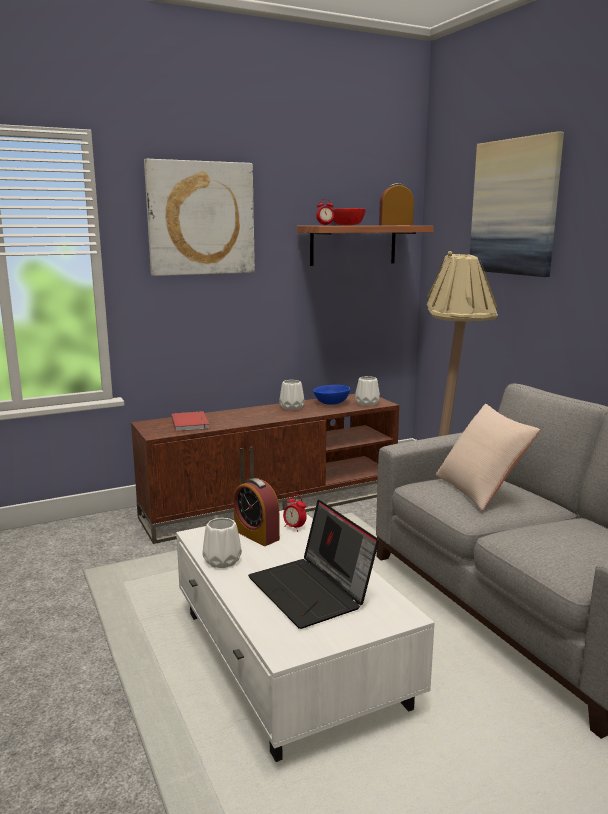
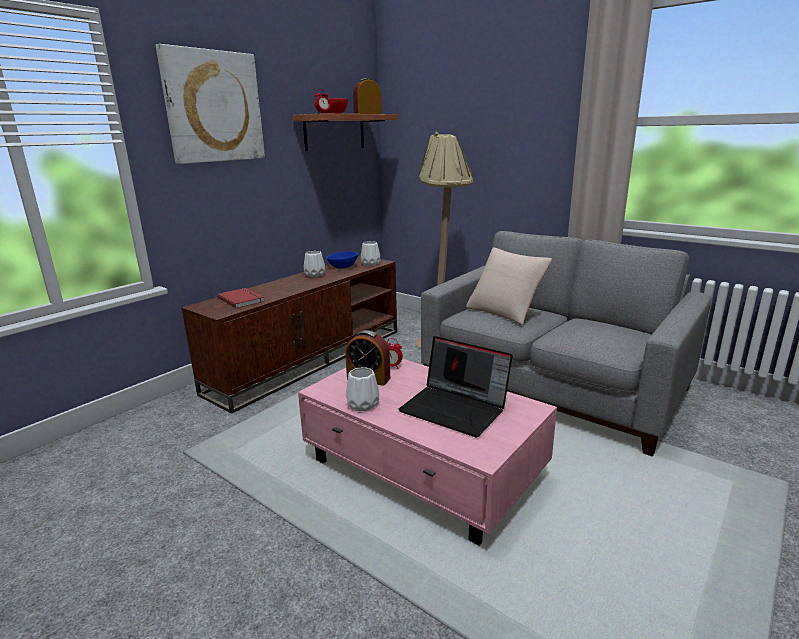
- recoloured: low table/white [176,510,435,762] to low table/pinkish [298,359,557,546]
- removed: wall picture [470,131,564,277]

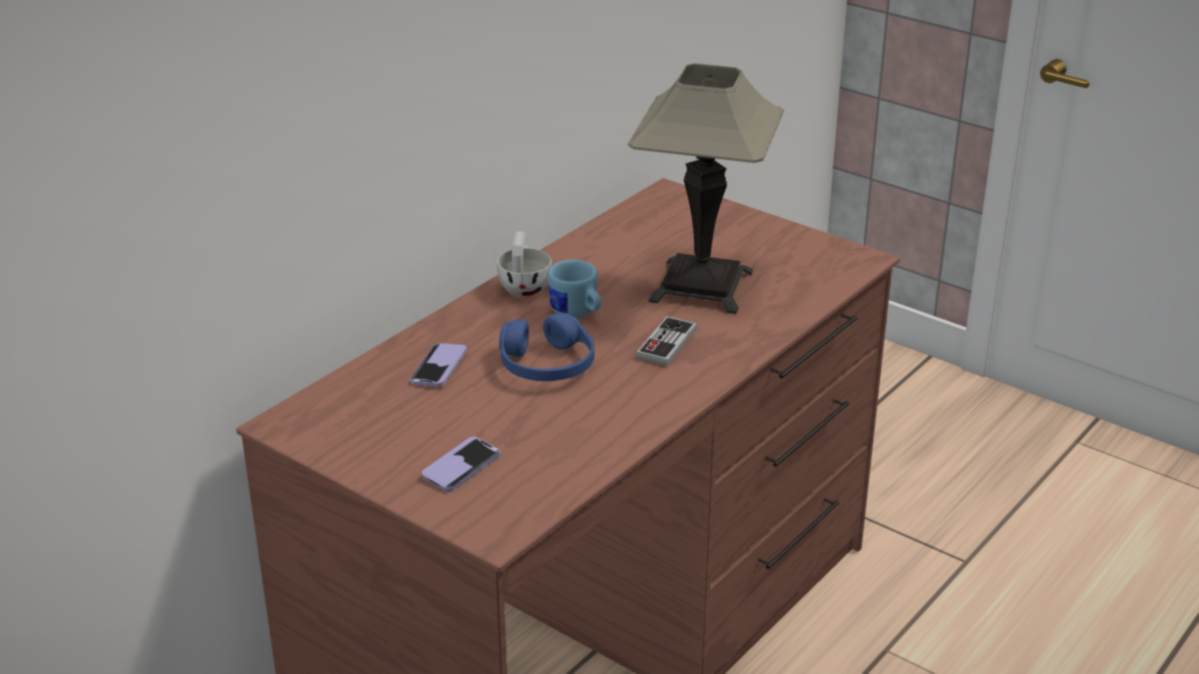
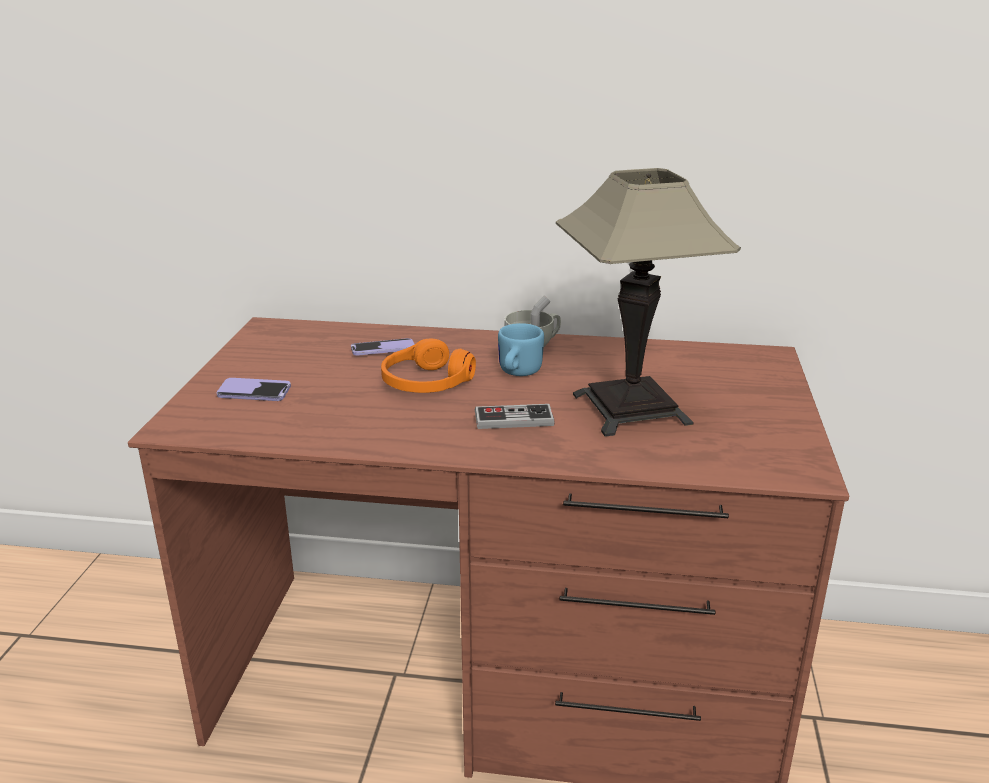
- recoloured: headphones/bluish [499,313,595,381] to headphones/orange [381,338,476,393]

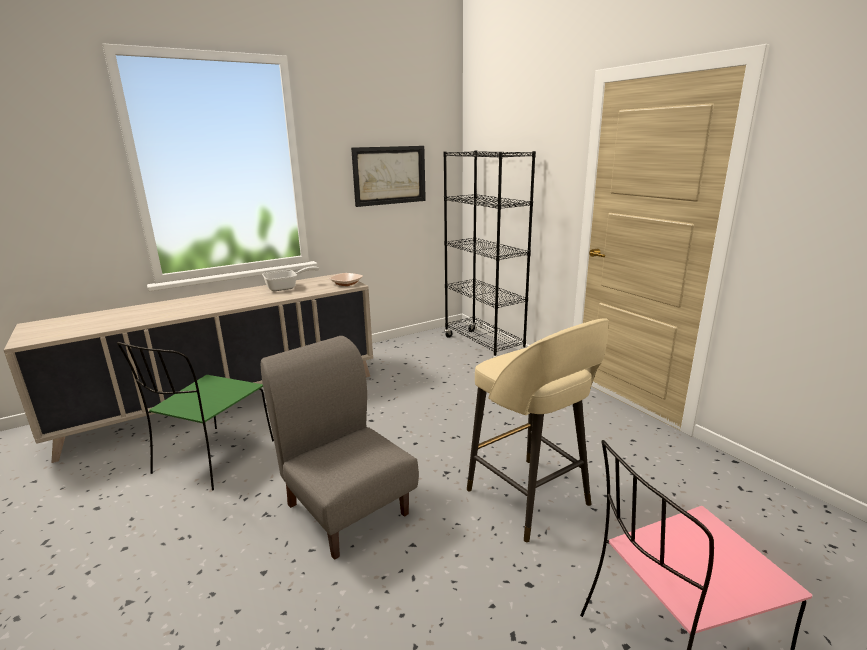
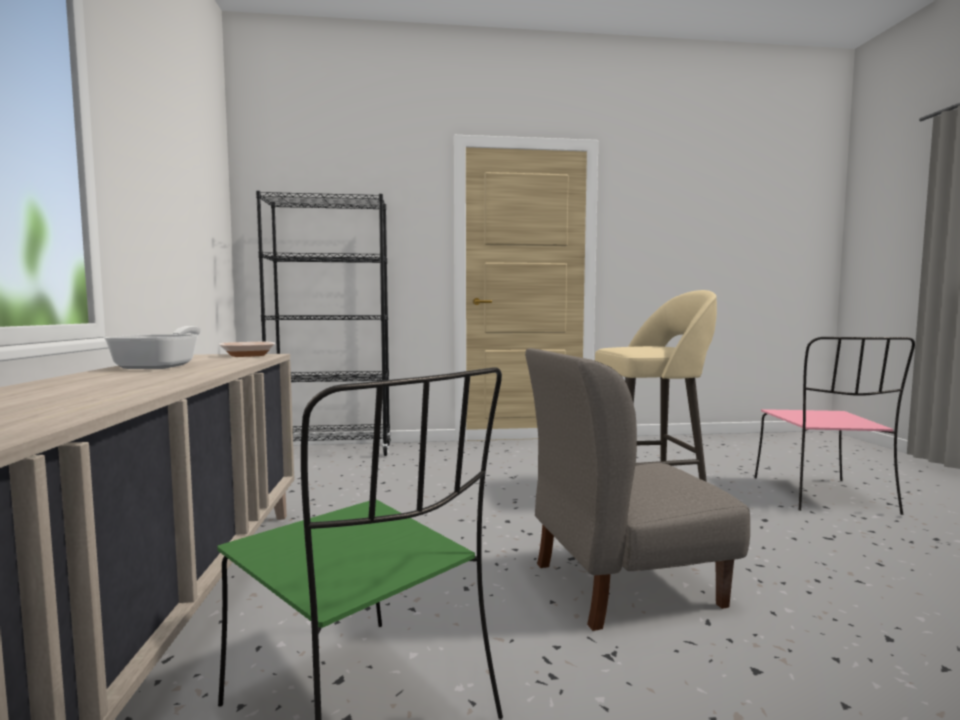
- removed: wall picture [351,146,426,207]

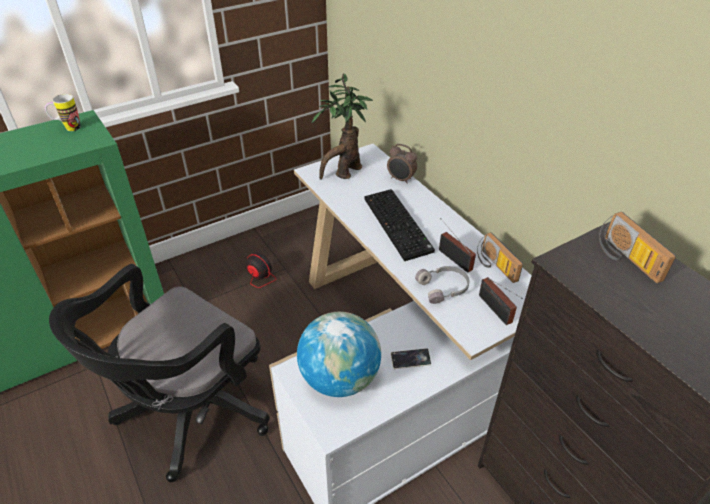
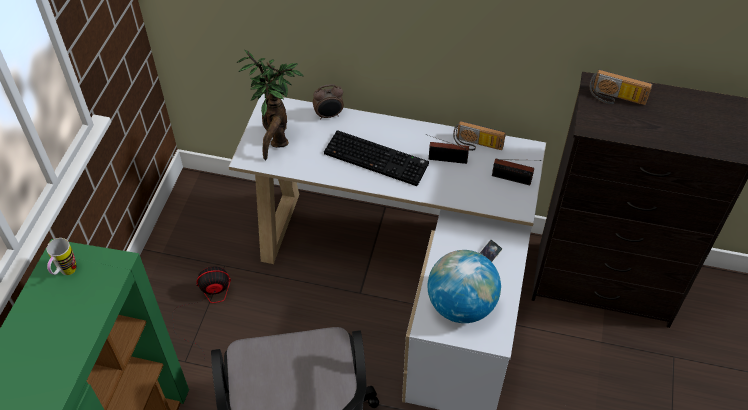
- removed: headphones/gray [415,266,469,304]

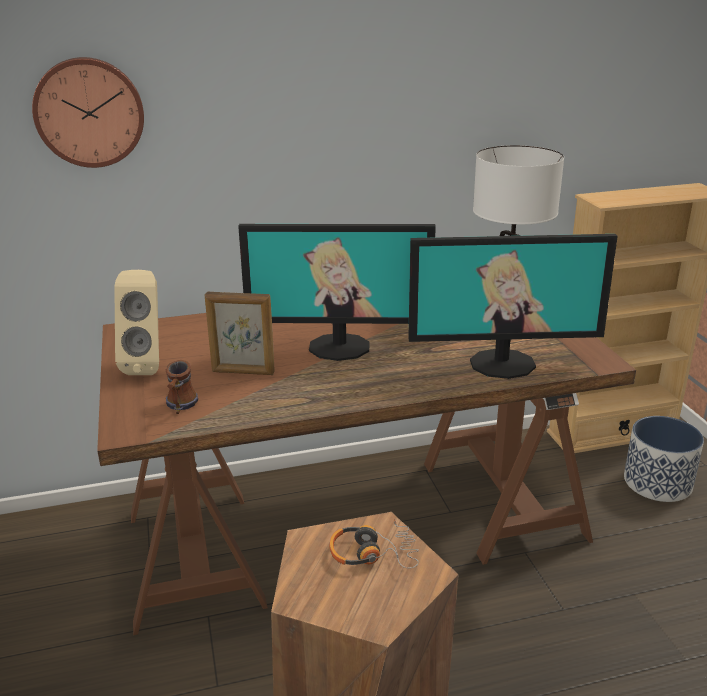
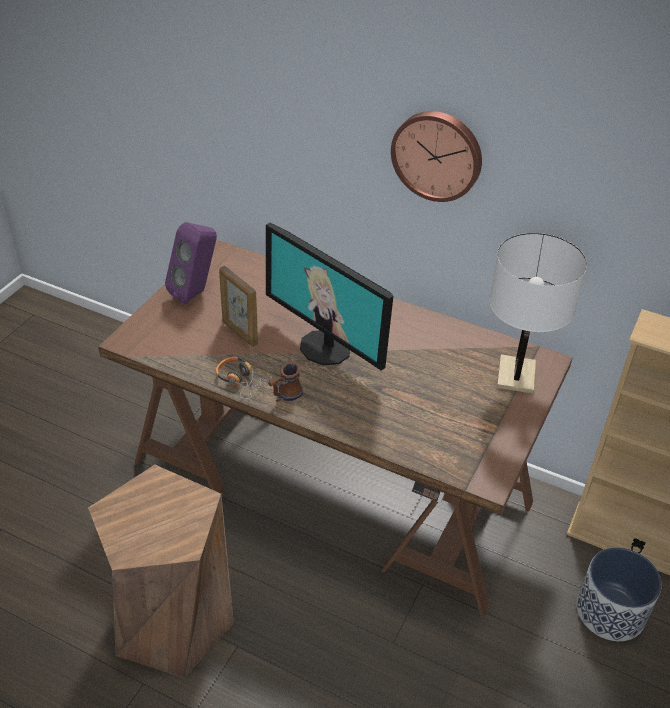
- moved: wall clock [32,57,144,168] to [391,111,482,202]
- recoloured: audio speaker/sand-coloured [114,270,159,375] to audio speaker/purple [165,222,217,304]
- moved: tea mug [165,360,198,414] to [268,362,303,402]
- moved: headphones [329,519,419,569] to [216,357,272,399]
- removed: computer display [408,234,618,379]

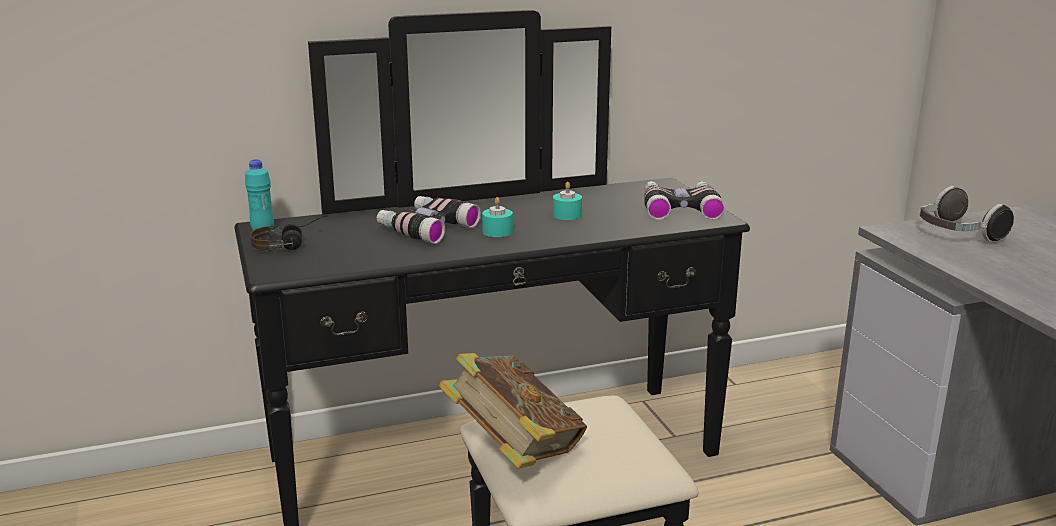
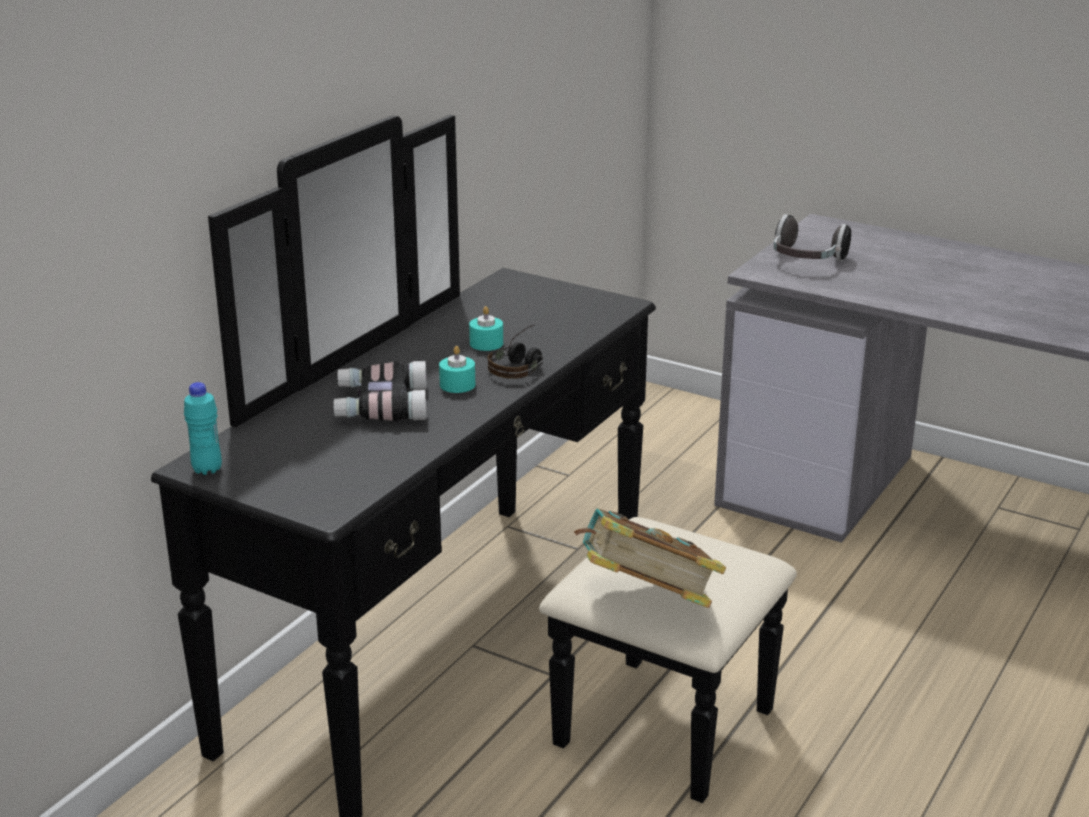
- moved: headphones [250,216,328,251] to [487,325,543,379]
- removed: pair of binoculars [644,181,725,220]

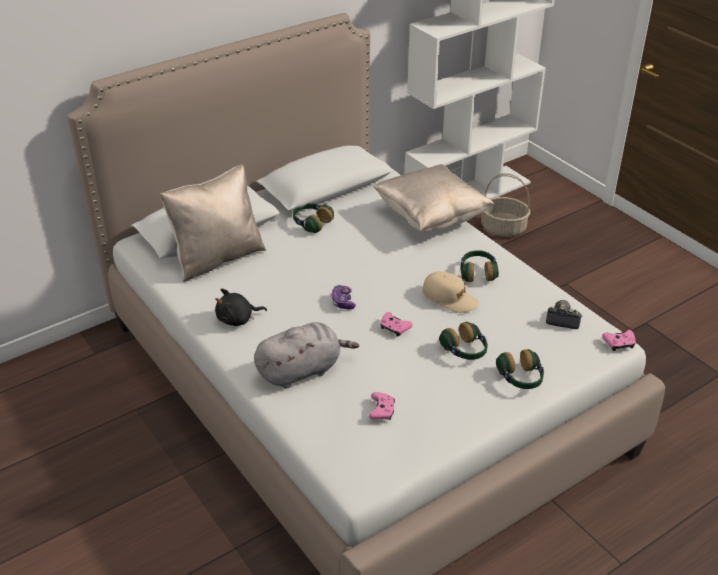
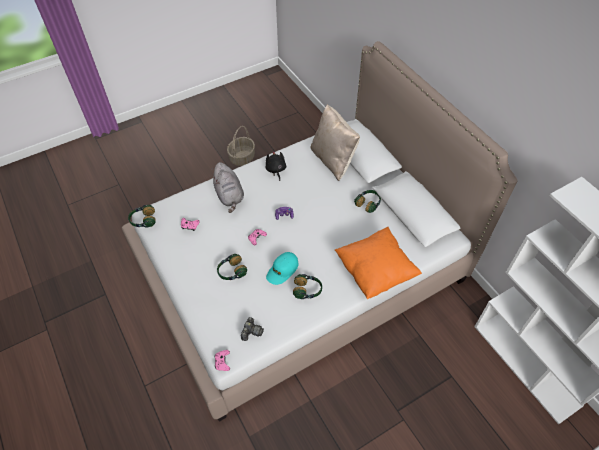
- recoloured: cushion/sand-coloured [374,164,494,233] to cushion/orange [335,227,422,299]
- recoloured: baseball cap/sand-coloured [422,271,479,313] to baseball cap/turquoise-coloured [266,252,299,285]
- moved: storage basket [481,173,530,237] to [227,126,255,166]
- moved: headphones [496,349,544,389] to [128,205,156,228]

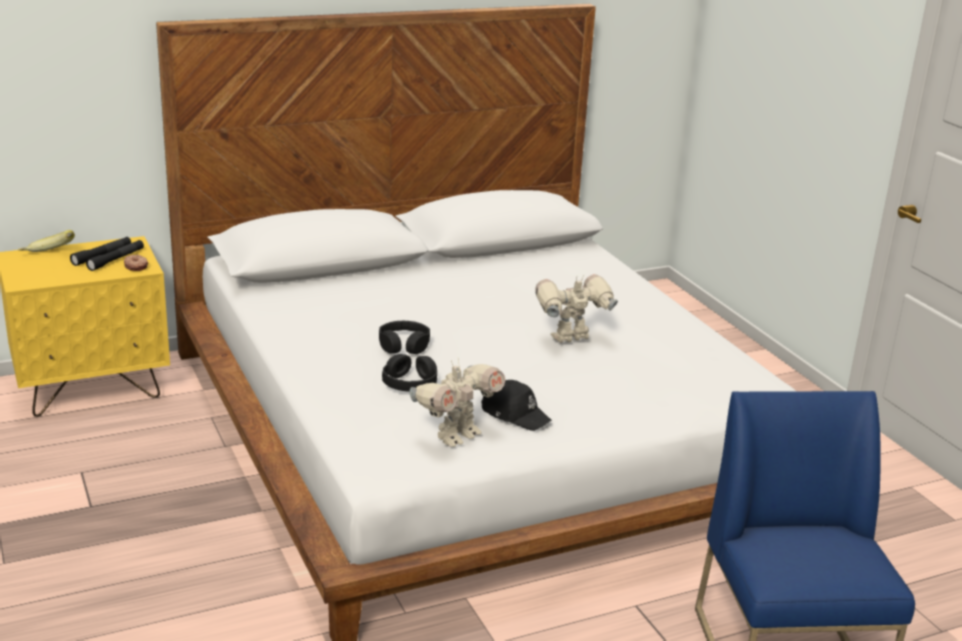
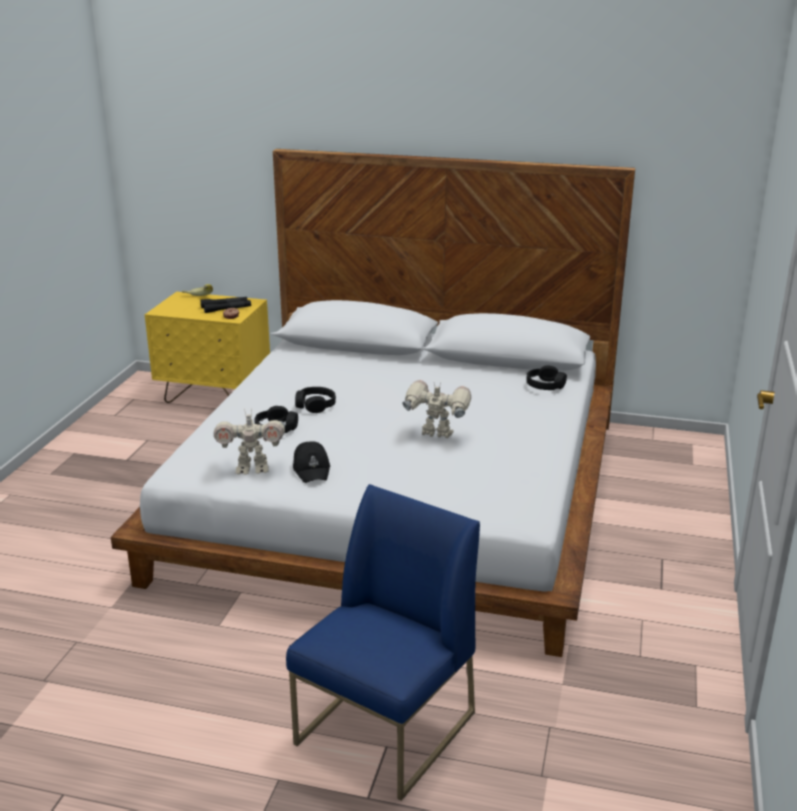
- added: headphones/black [527,365,567,390]

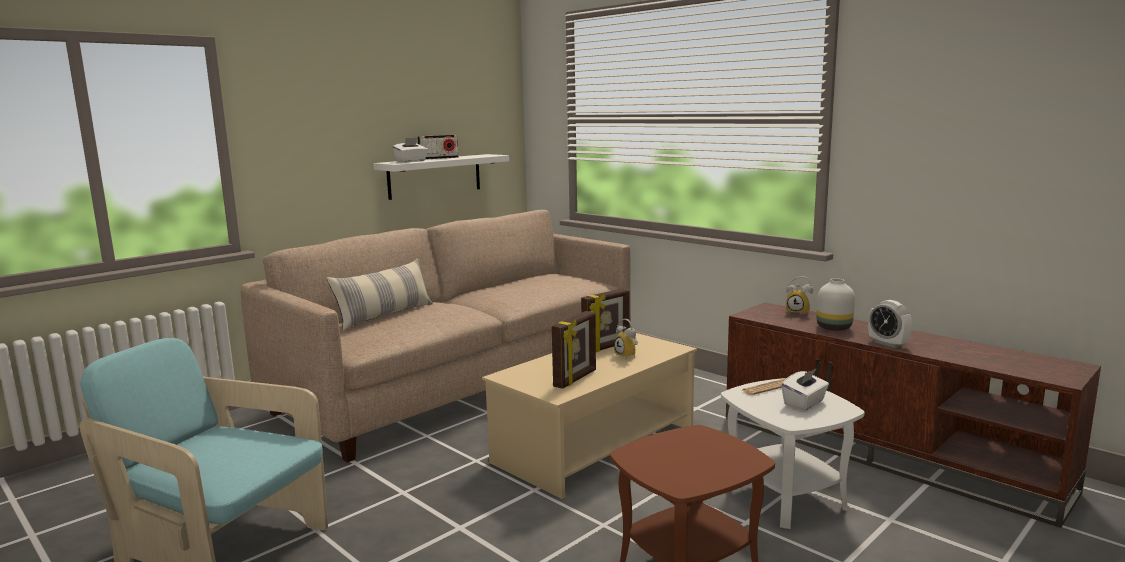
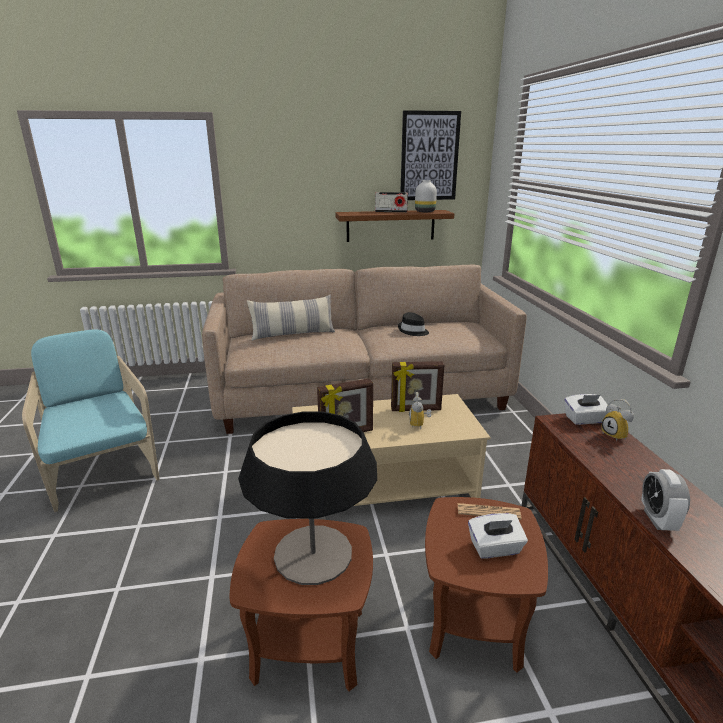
- recoloured: bracket shelf/white [373,154,509,200] to bracket shelf/brown-coloured [335,210,454,242]
- moved: tissue box/white [393,138,428,162] to [564,394,611,425]
- recoloured: accent table/white [721,378,864,529] to accent table/brown-coloured [425,497,548,673]
- moved: vase/white [817,278,855,331] to [415,180,437,212]
- added: lamp for a table [238,412,377,585]
- added: wearable hat/black [398,312,429,336]
- added: wall picture [400,110,461,200]

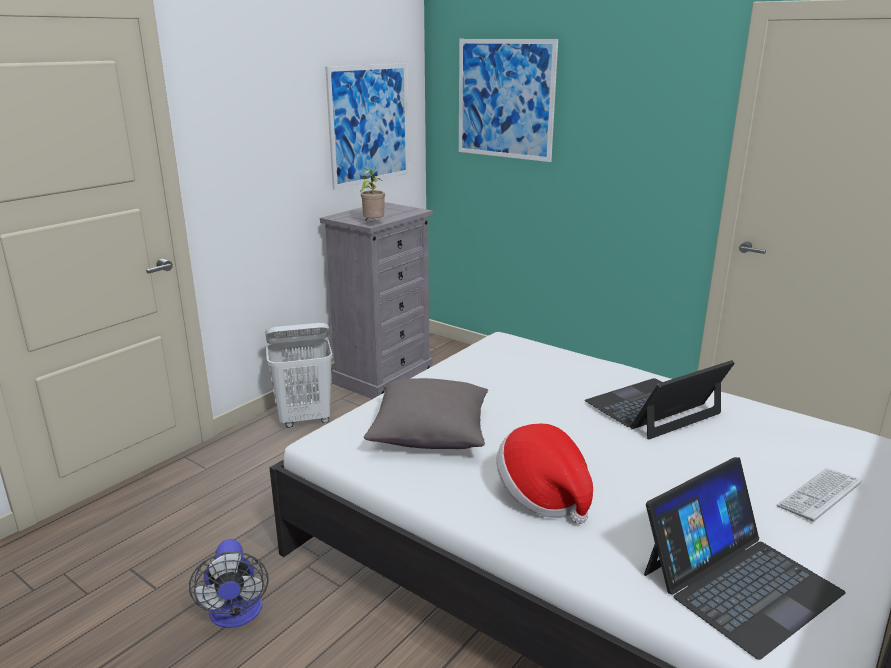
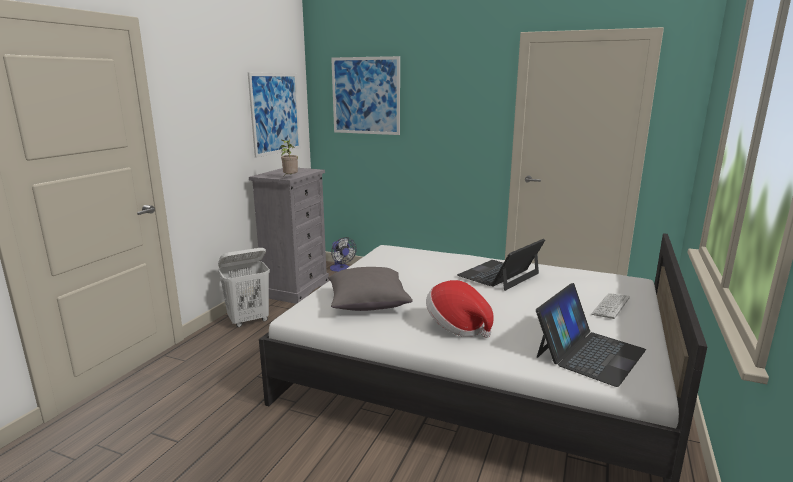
- moved: fan [189,539,269,628] to [330,237,357,272]

